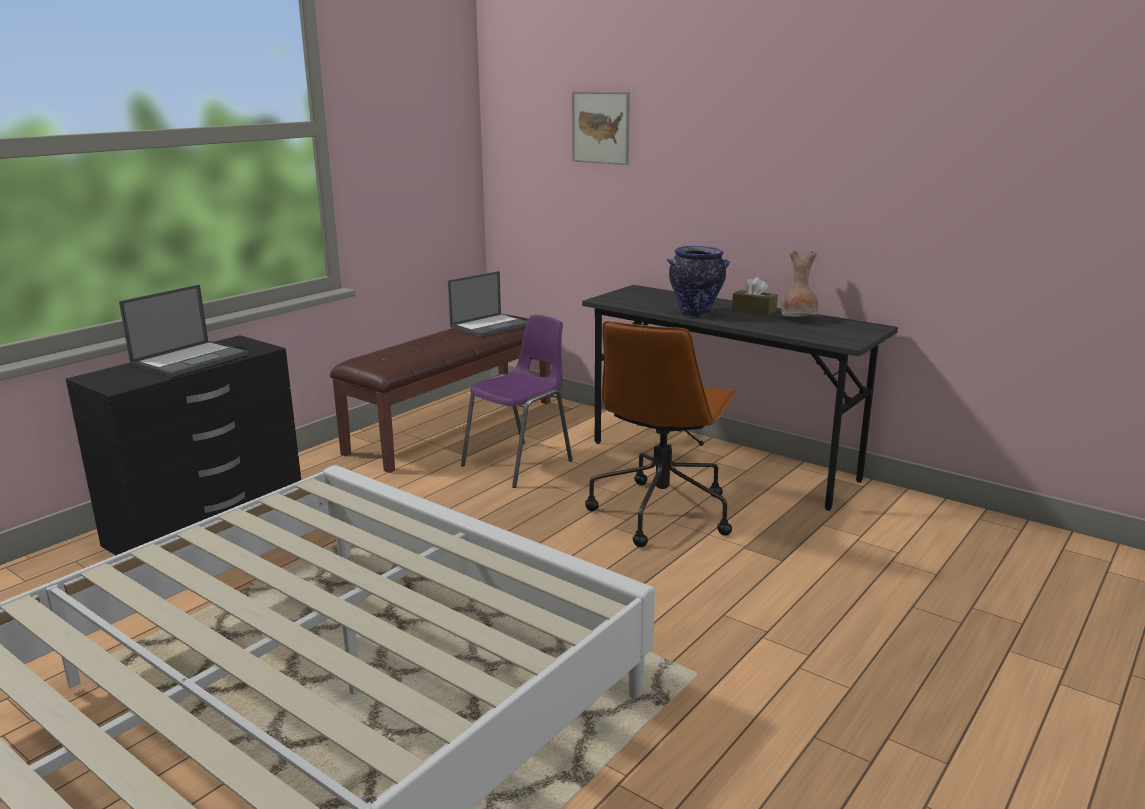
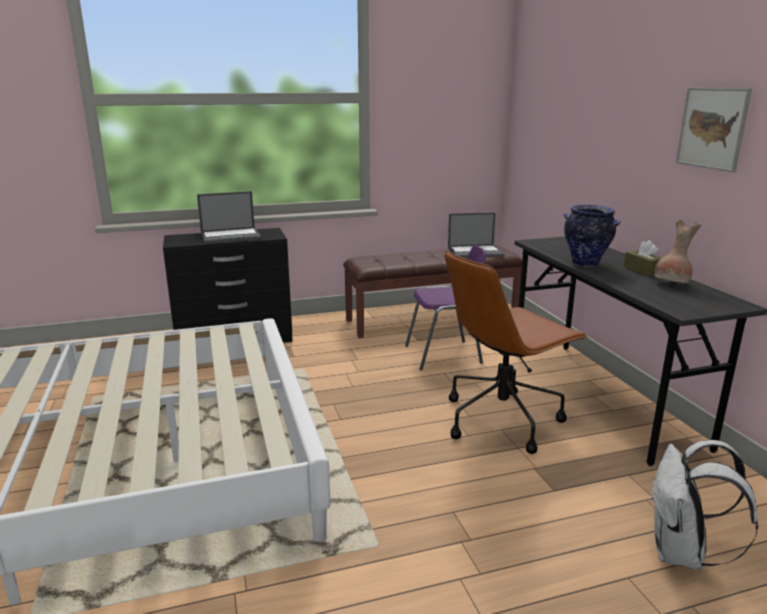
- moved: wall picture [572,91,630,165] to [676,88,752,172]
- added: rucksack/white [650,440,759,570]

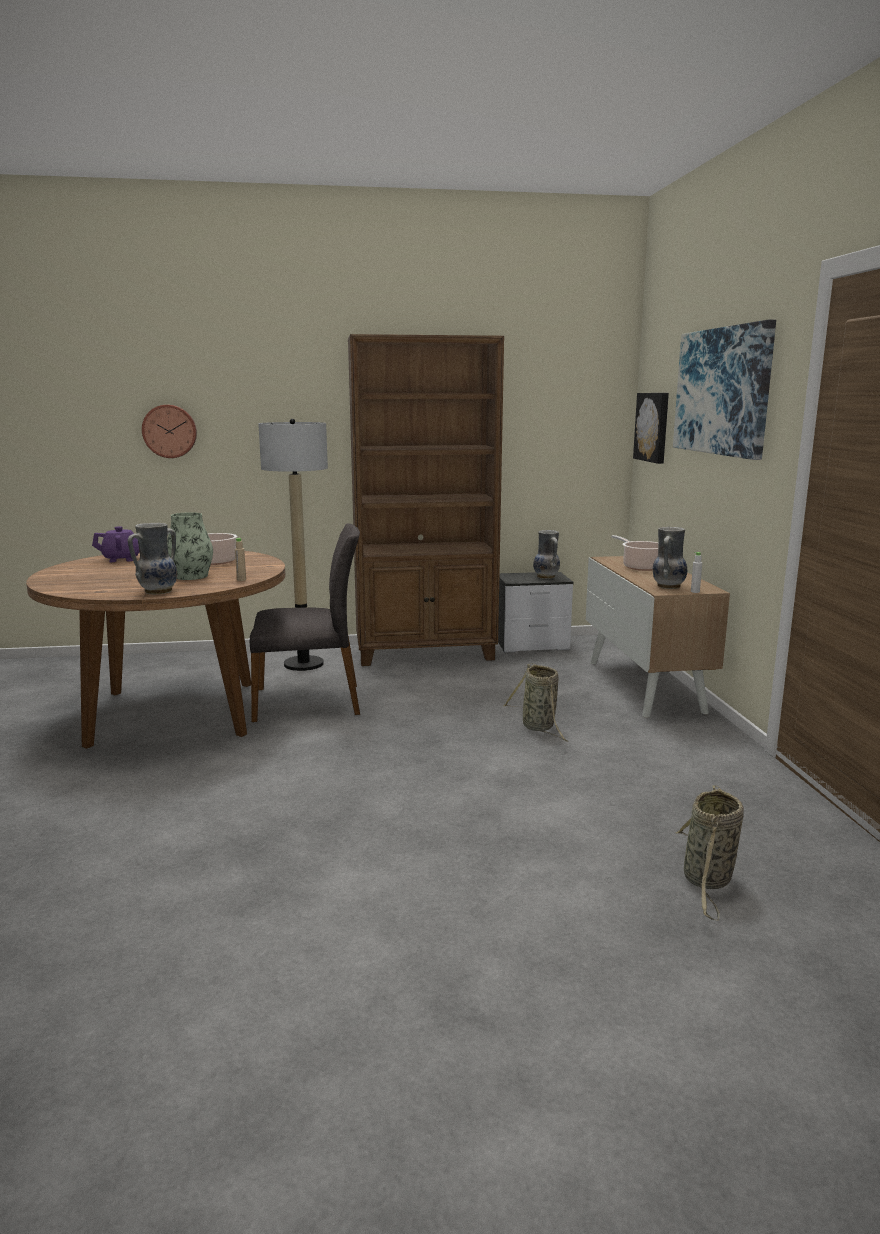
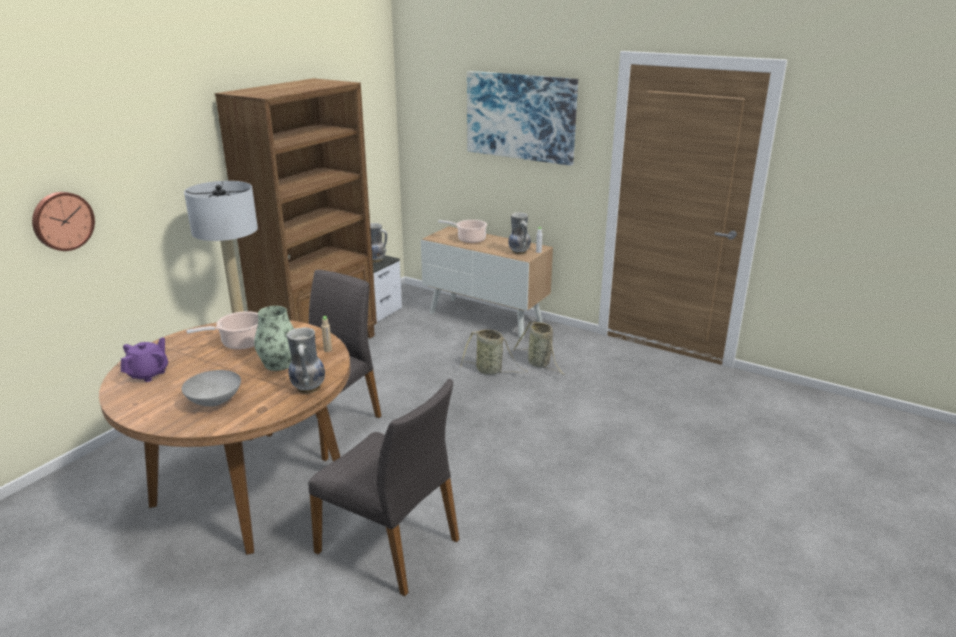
- removed: wall picture [633,393,669,464]
- moved: storage basket [675,785,744,921] to [513,321,565,375]
- added: deep dish/gray [181,370,241,407]
- added: upright chair/gray [308,379,459,596]

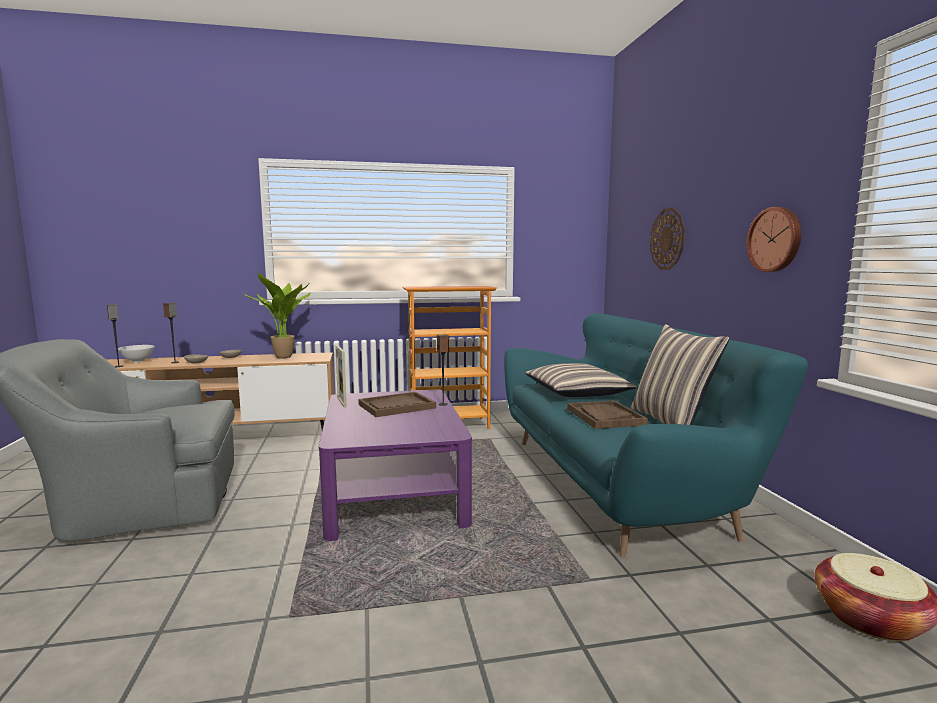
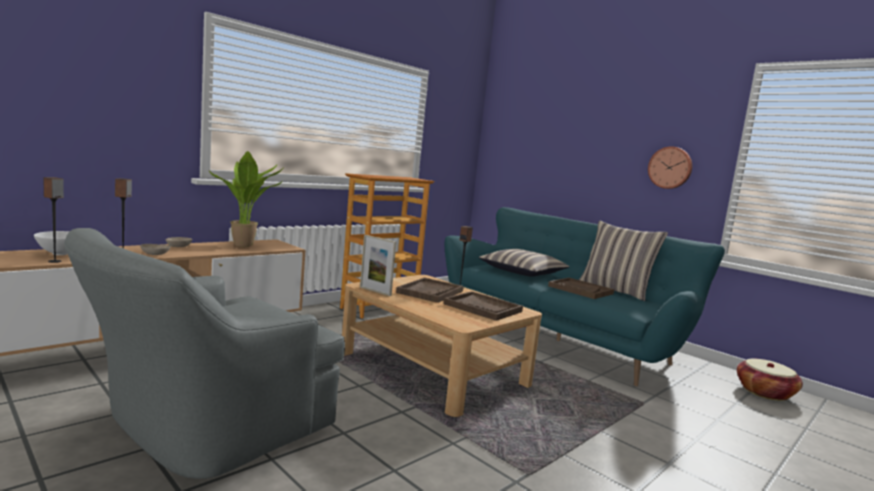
- recoloured: low table/purple [319,389,472,541] to low table/sand-coloured [342,275,542,417]
- removed: wall clock [650,208,685,270]
- added: carrying tray/brown-coloured [443,291,523,321]

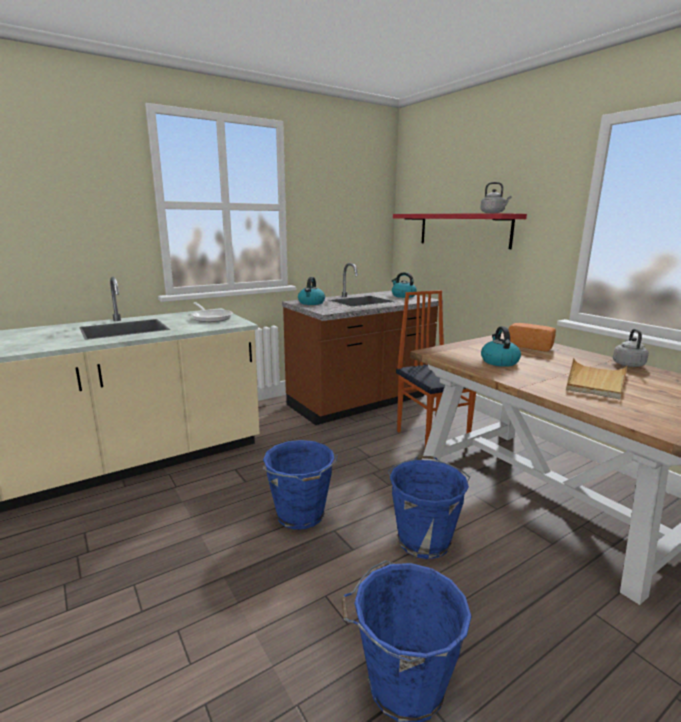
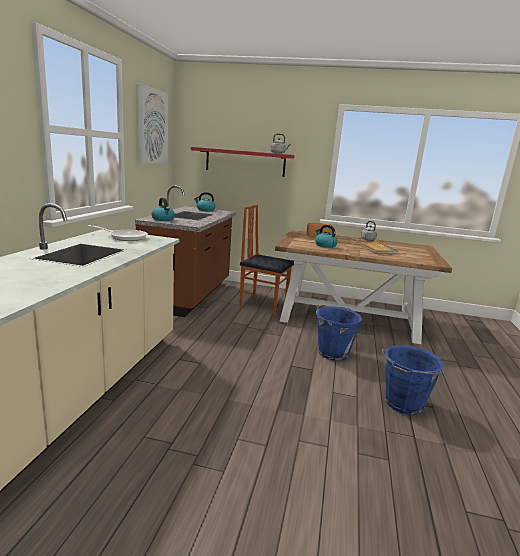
- removed: water bucket/bluish [262,440,338,530]
- added: wall picture [137,83,168,163]

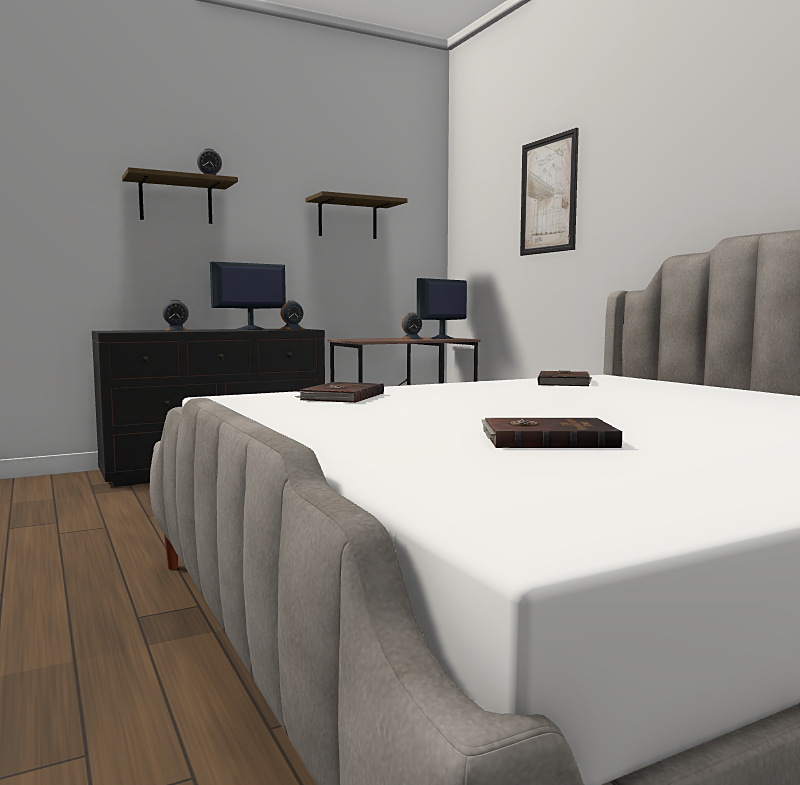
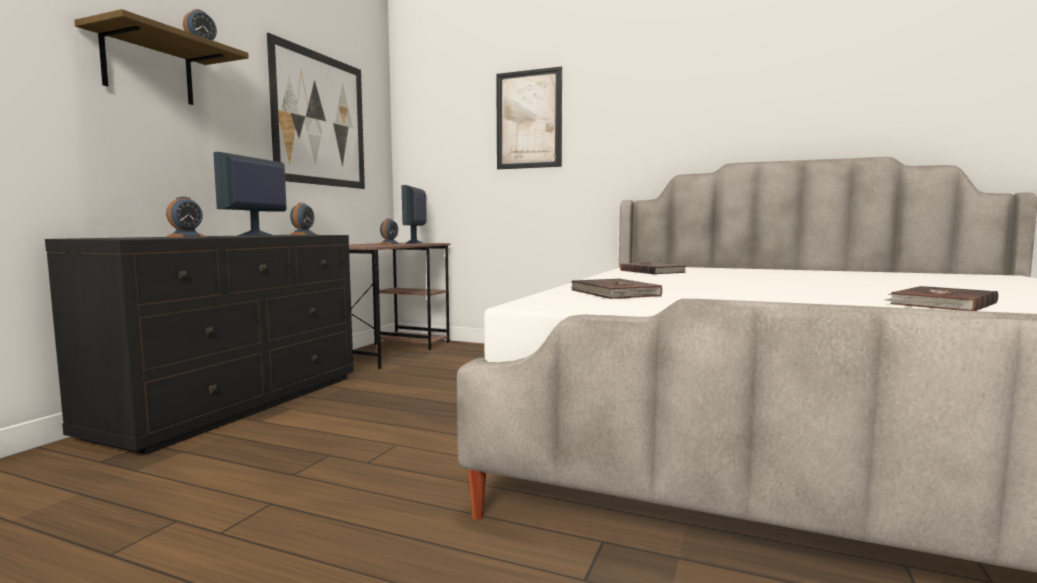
- replaced: bracket shelf [305,191,408,239] to wall picture [267,33,365,189]

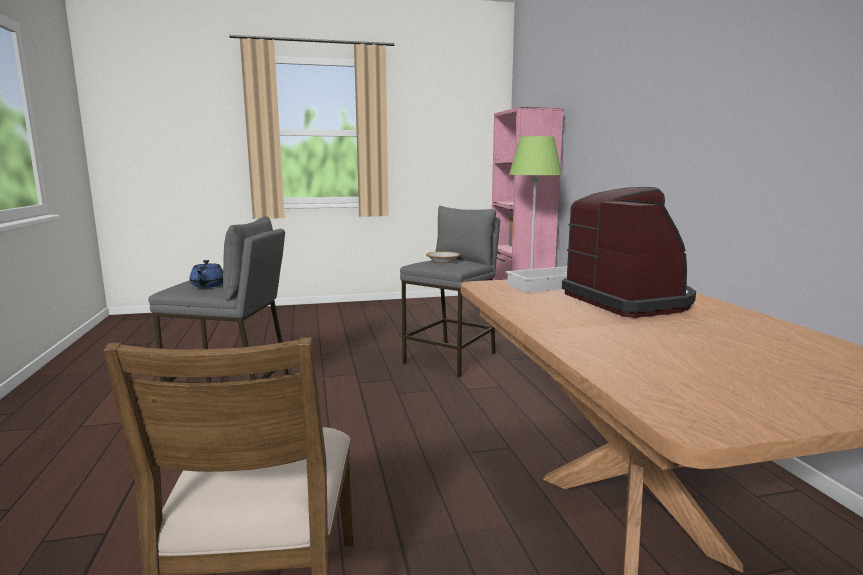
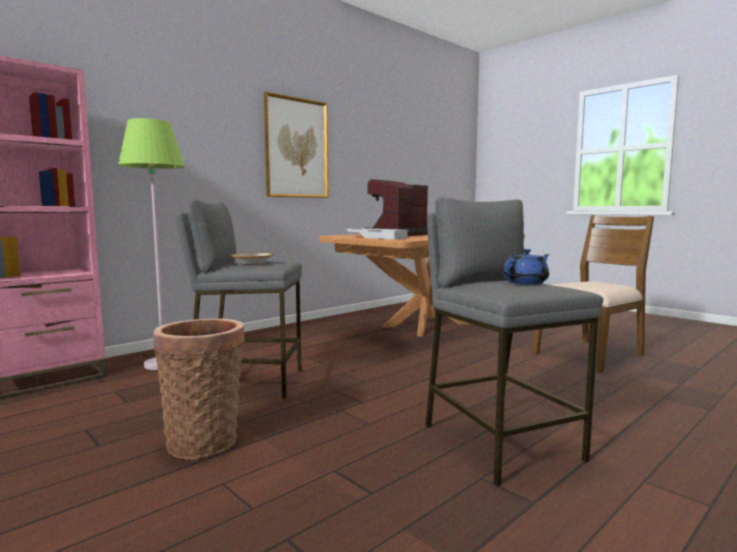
- added: storage basket [153,319,245,460]
- added: wall picture [264,92,328,198]

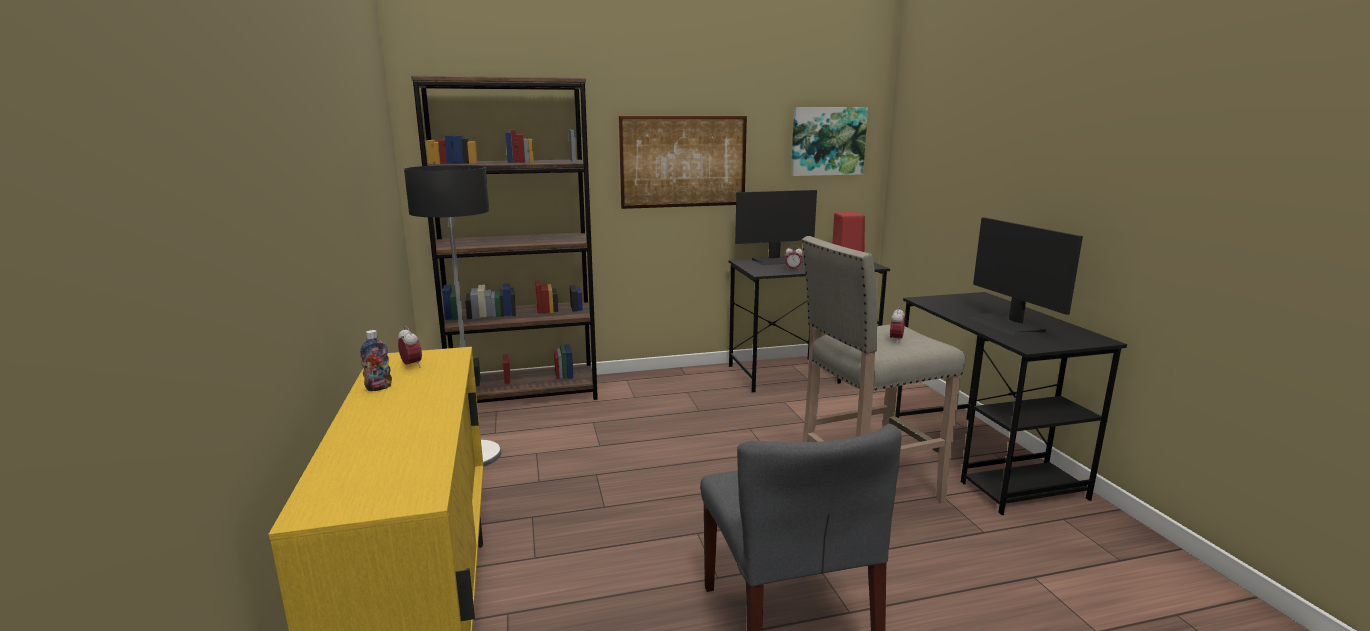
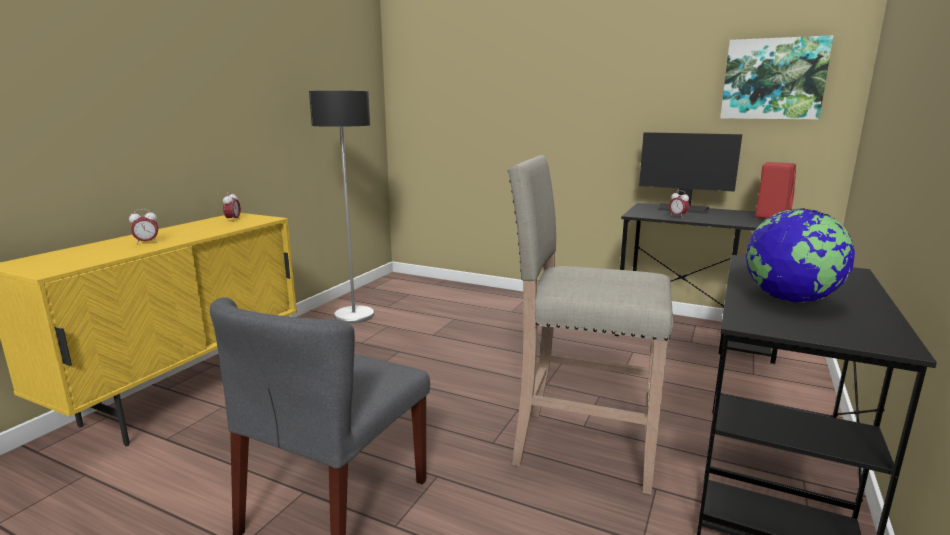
- removed: bottle [360,330,392,391]
- removed: bookshelf/brown-coloured [411,76,598,403]
- removed: wall picture [619,116,747,209]
- moved: bedside clock [890,307,905,341] to [129,209,158,245]
- replaced: computer display [969,217,1083,336] to globe [746,208,855,302]

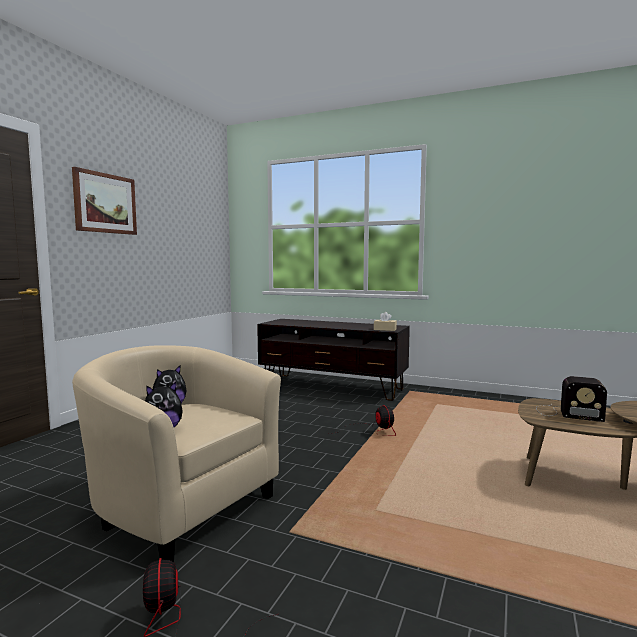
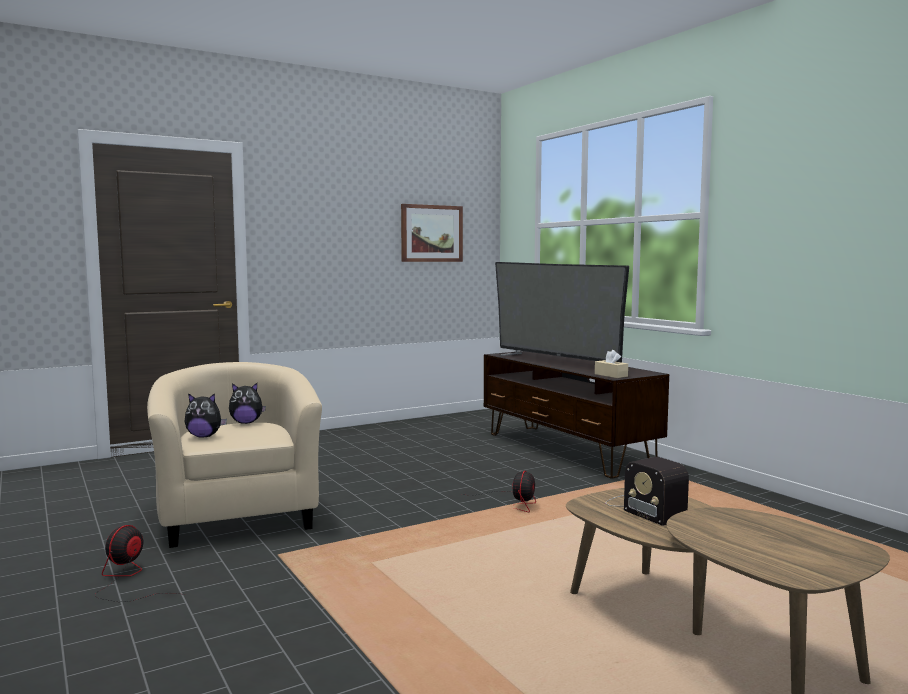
- moved: wall picture [72,167,137,235] to [401,204,463,262]
- added: television [495,262,629,362]

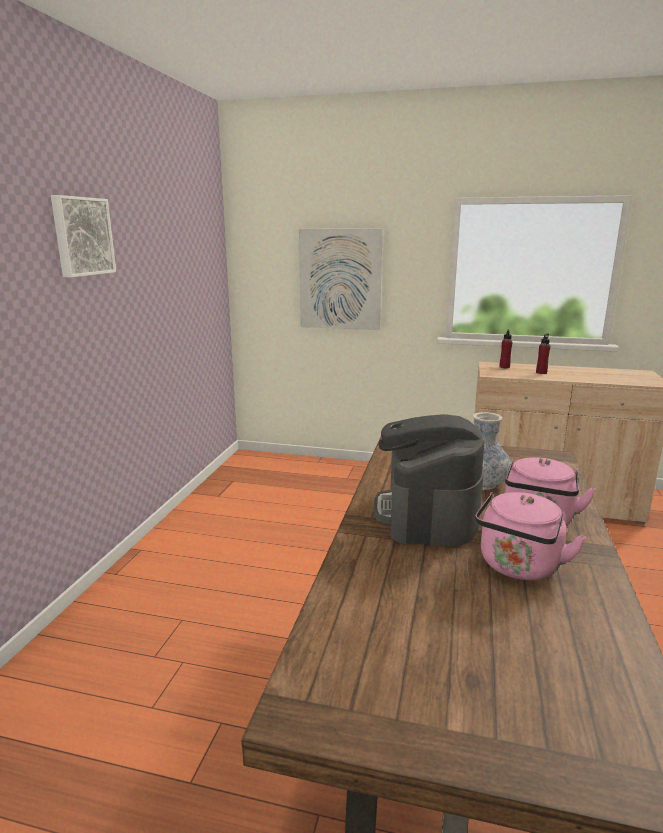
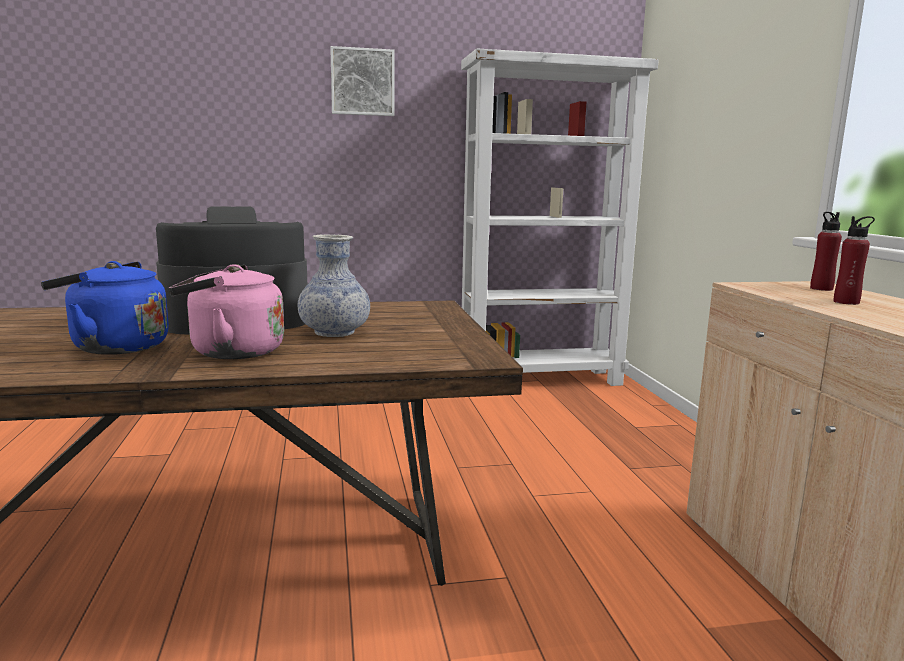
- removed: wall picture [299,229,383,330]
- recoloured: tea kettle/pinkish [475,492,586,580] to tea kettle/bluish [41,261,169,355]
- added: bookshelf/white [461,49,659,386]

